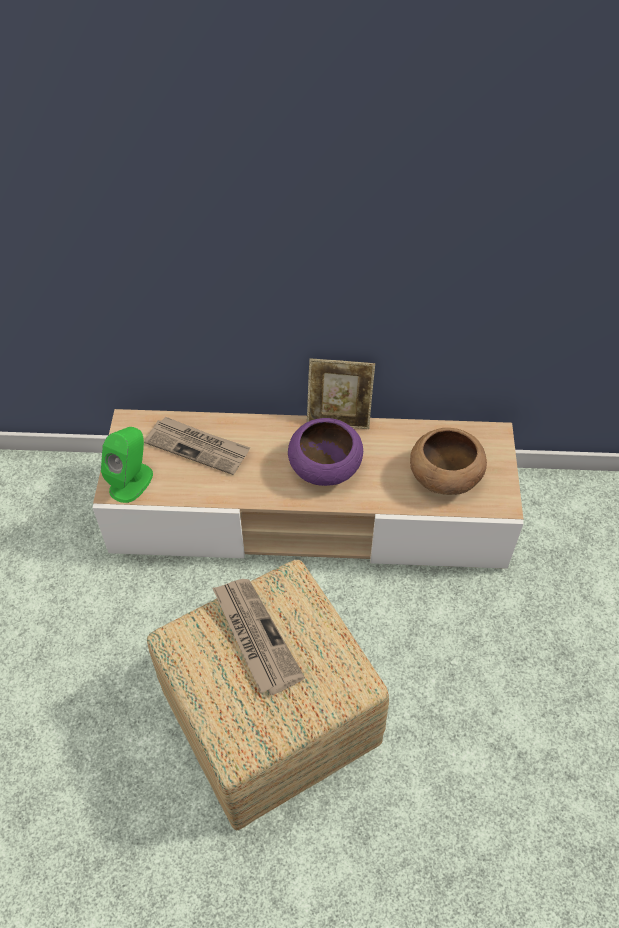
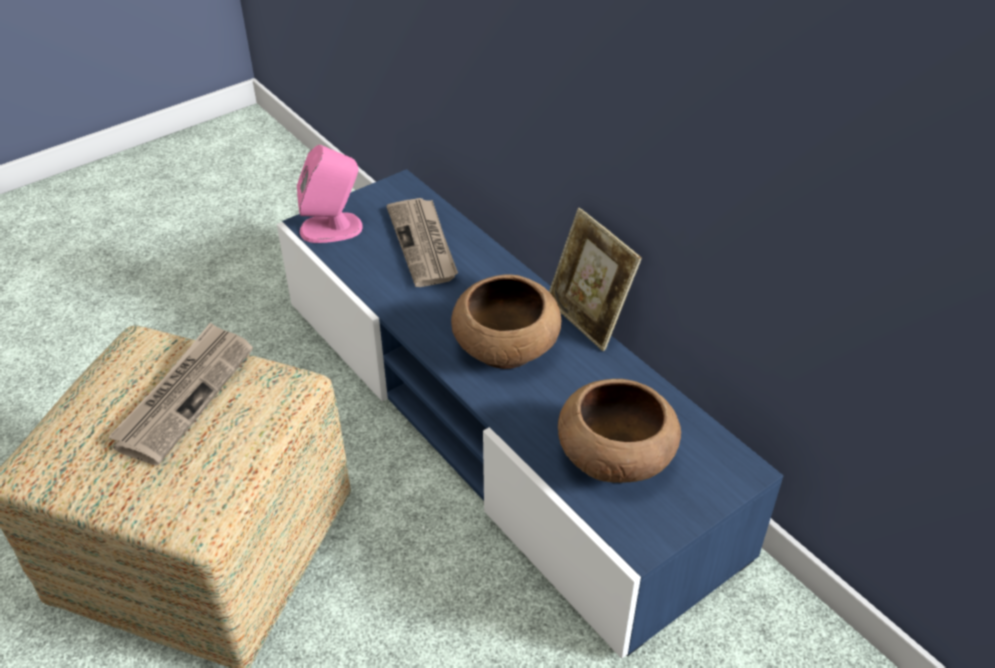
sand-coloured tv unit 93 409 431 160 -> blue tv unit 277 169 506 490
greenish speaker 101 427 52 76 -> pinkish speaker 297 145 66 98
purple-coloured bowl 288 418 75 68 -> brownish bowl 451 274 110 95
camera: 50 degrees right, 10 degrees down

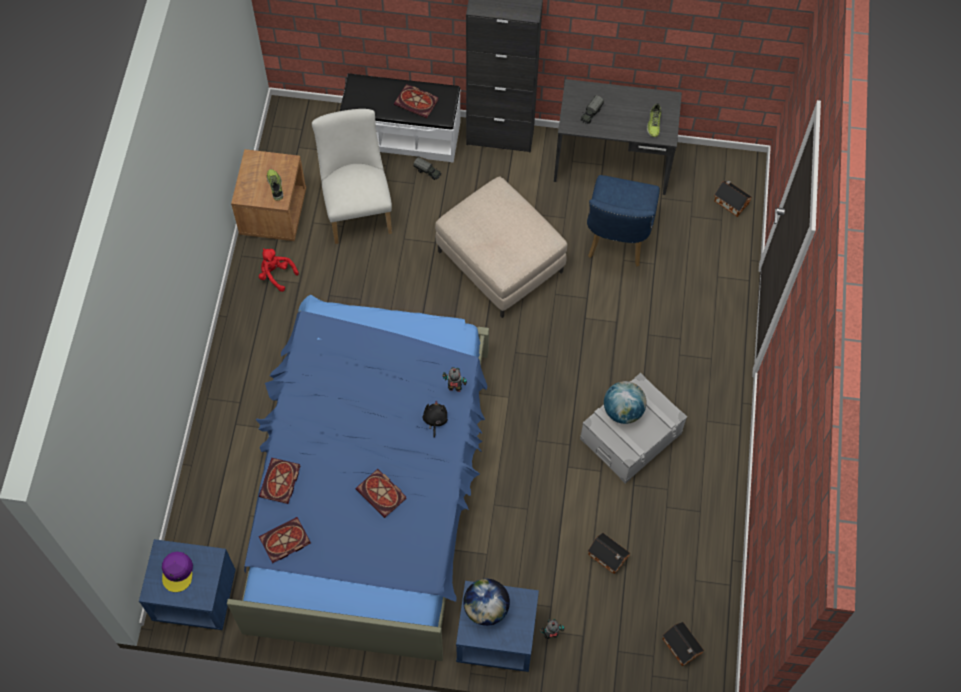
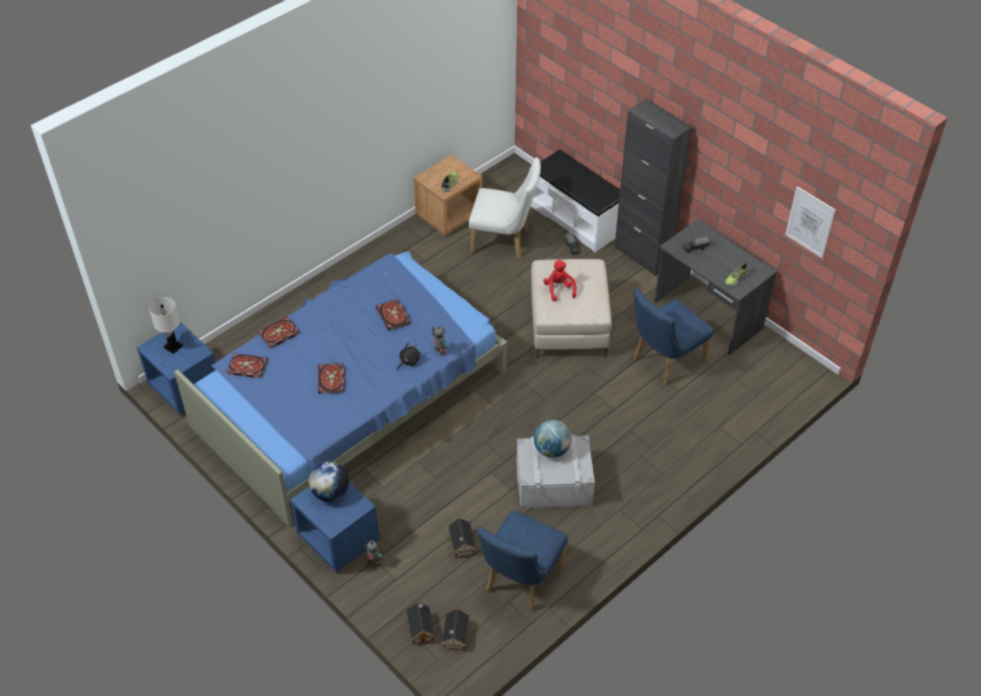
none -> blue plain chair 477 511 91 100
none -> picture 785 186 51 72
red-coloured cuddly toy 259 248 40 44 -> red-coloured cuddly toy 543 259 34 43, shifted
volume 394 84 45 34 -> volume 376 299 34 31, shifted
toy house 714 180 38 37 -> toy house 406 602 29 42, shifted
purple-coloured peaked cap 162 552 31 40 -> white-coloured table lamp 149 297 34 57
white-coloured plain chair 312 109 80 135 -> white-coloured plain chair 469 157 72 102, 75 degrees clockwise
camera: 40 degrees right, 15 degrees down

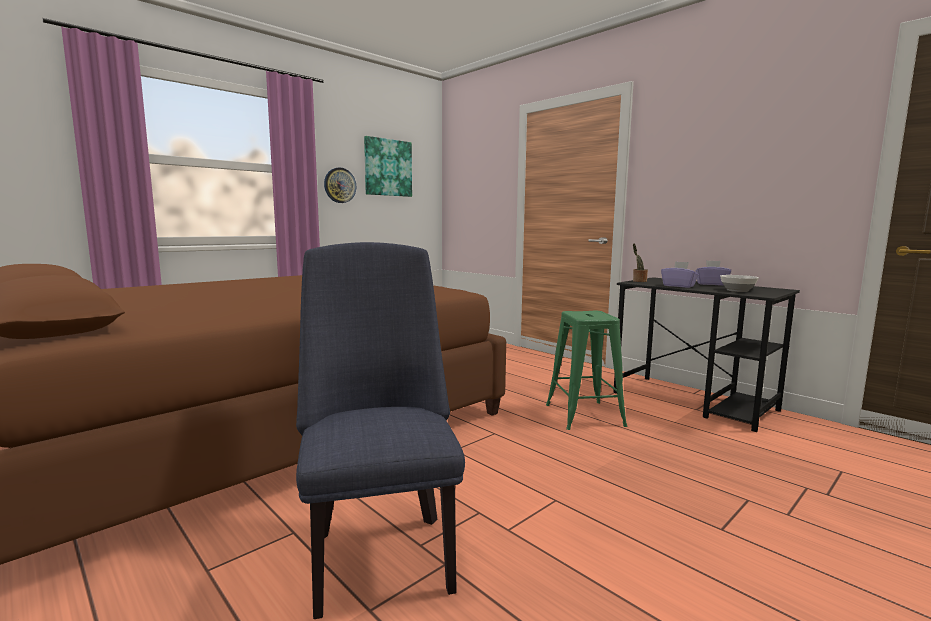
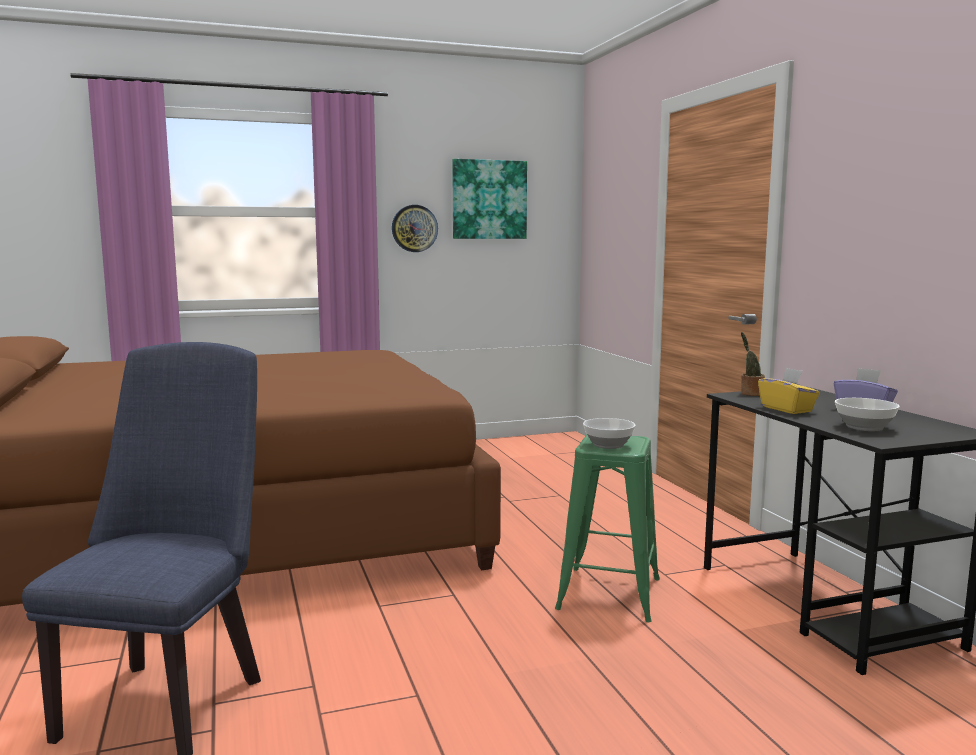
none -> bowl 583 418 53 31
purple-coloured tissue holder 661 261 38 27 -> yellow tissue holder 758 368 62 46
camera: 25 degrees right, 0 degrees up

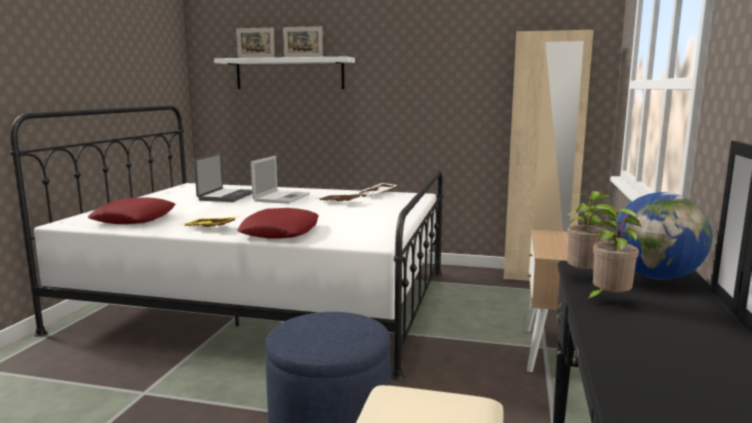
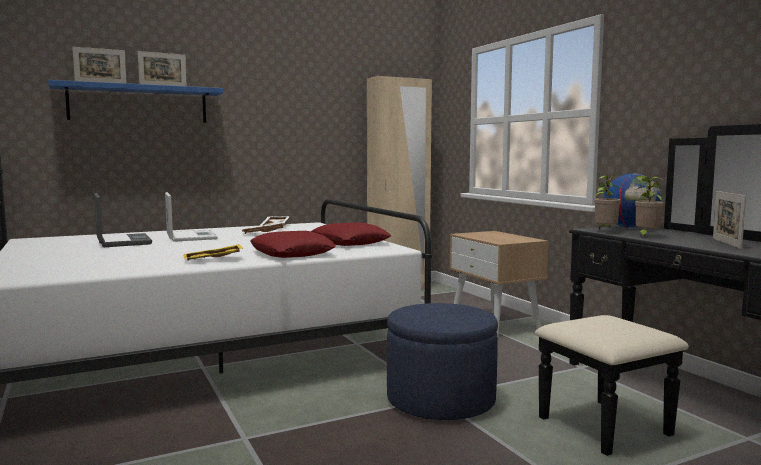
none -> standing frame 713 191 33 58
red-coloured pillow 87 197 88 27 -> red-coloured pillow 311 222 80 24, shifted
white-coloured shelf 214 57 141 32 -> blue shelf 48 80 175 43
camera: 40 degrees left, 5 degrees down

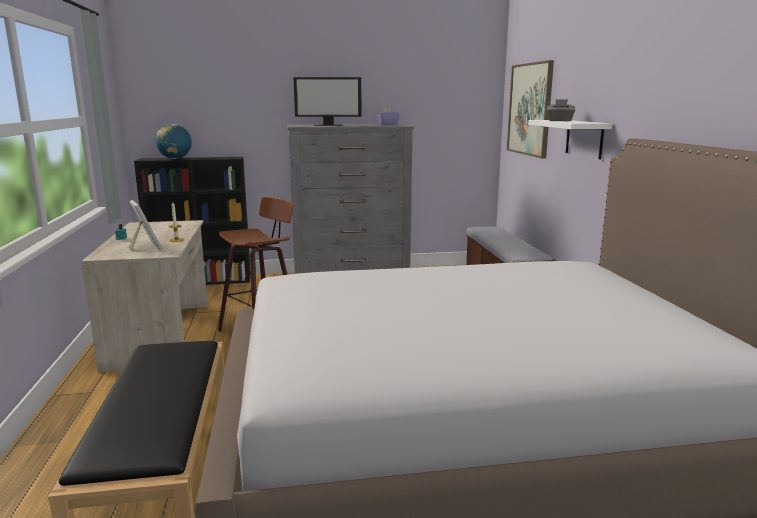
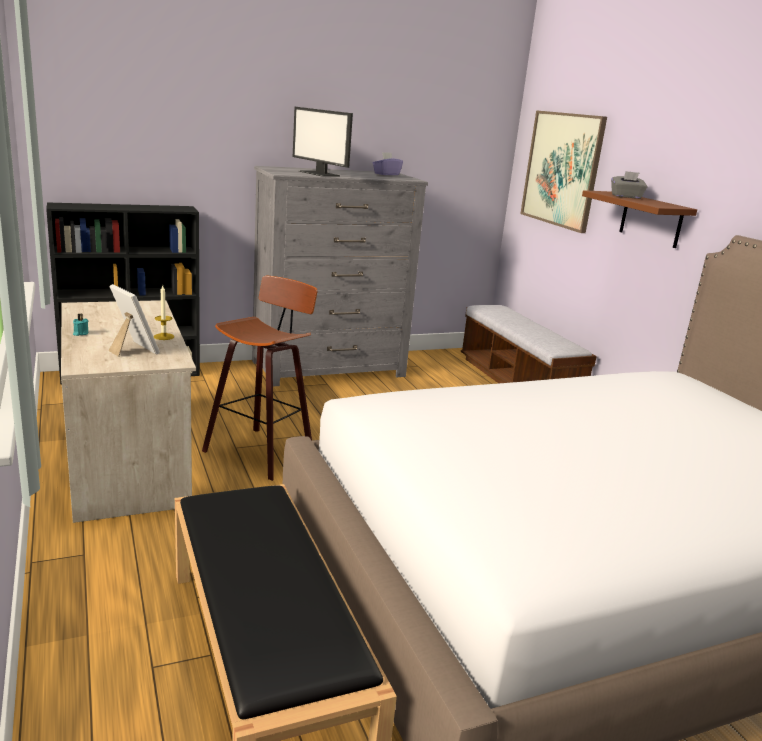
desk globe 155 124 37 35 -> none
white-coloured shelf 528 120 84 40 -> brownish shelf 582 190 115 58
computer display 293 77 69 49 -> computer display 293 107 60 70, 60 degrees clockwise
camera: 15 degrees left, 5 degrees up

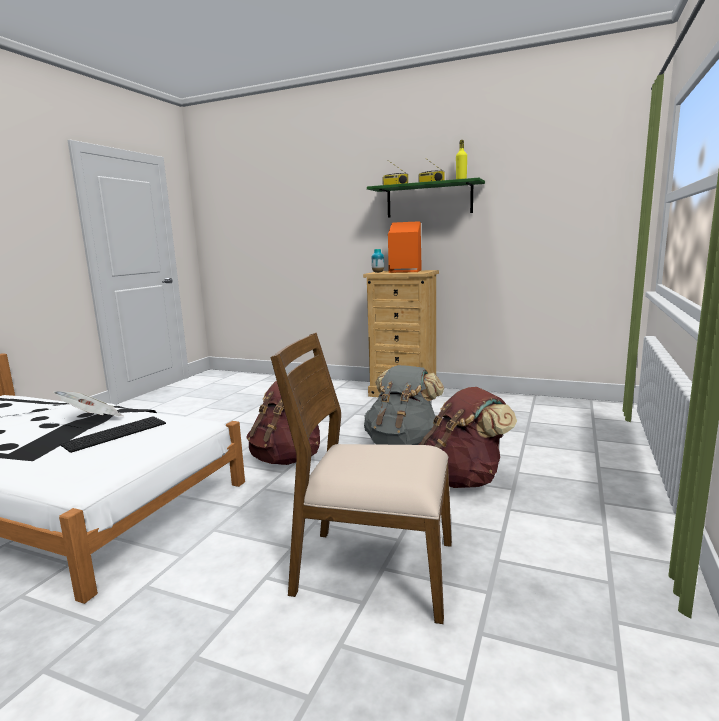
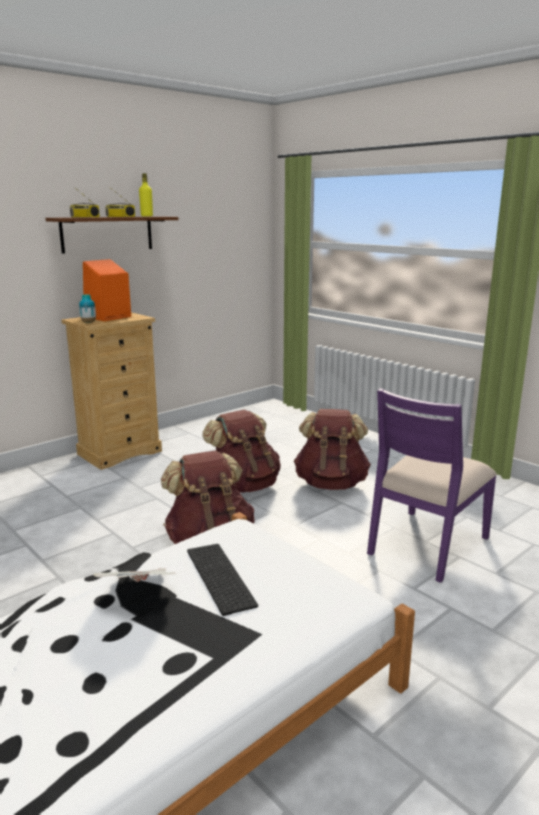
brownish plain chair 271 333 181 291 -> purple-coloured plain chair 367 388 130 195
greyish backpack 364 365 80 80 -> brownish backpack 202 410 79 83
greenish shelf 367 178 118 40 -> brownish shelf 46 216 132 38
camera: 65 degrees left, 5 degrees up

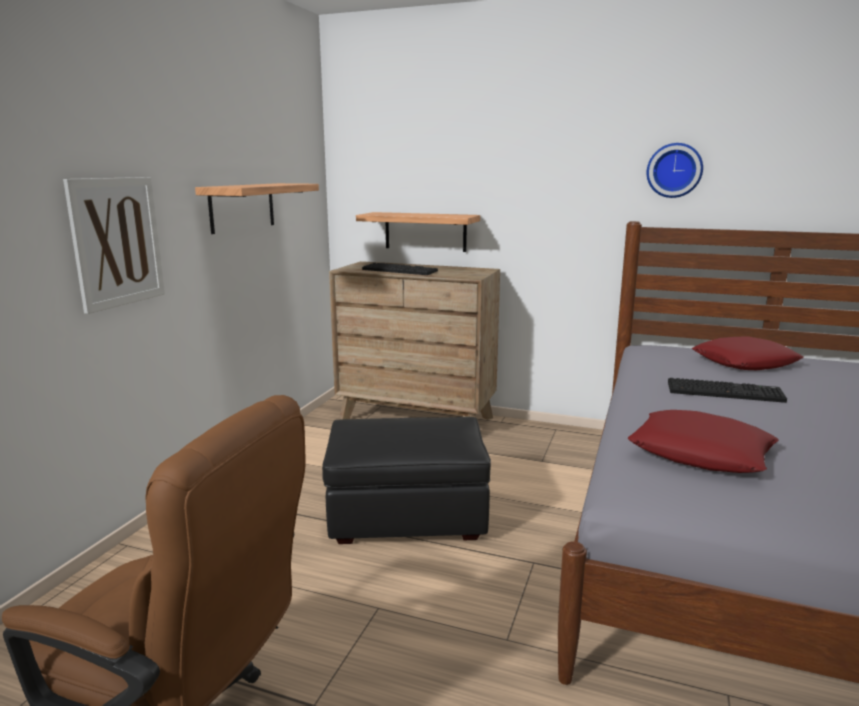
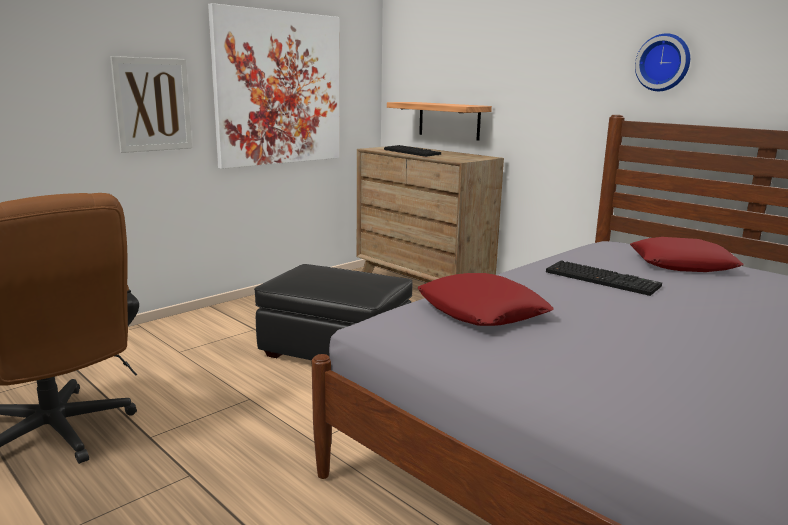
shelf 195 183 124 51 -> picture 208 3 132 166
camera: 25 degrees right, 0 degrees up

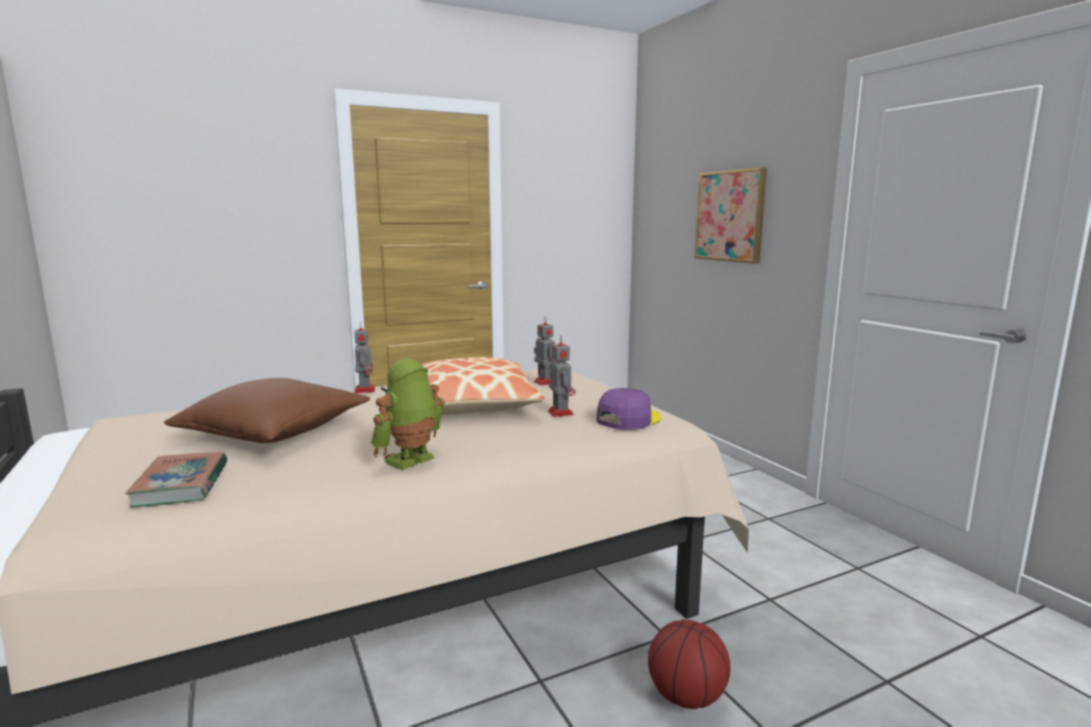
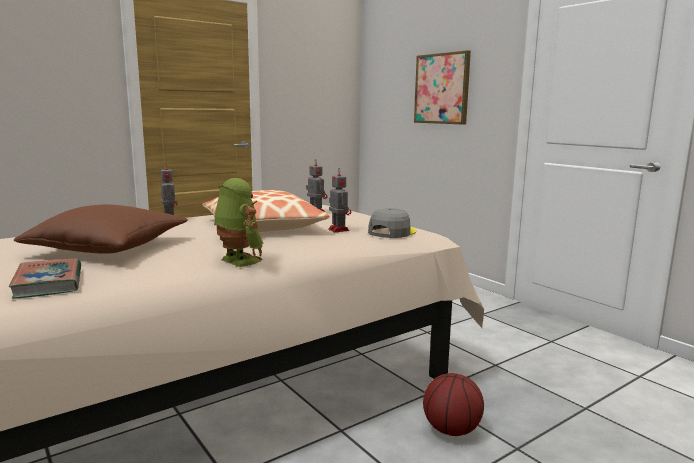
purple-coloured peaked cap 596 388 65 42 -> greyish peaked cap 368 208 48 30
toy robot 371 358 74 112 -> toy robot 214 178 49 89, 105 degrees clockwise
camera: 10 degrees left, 0 degrees up

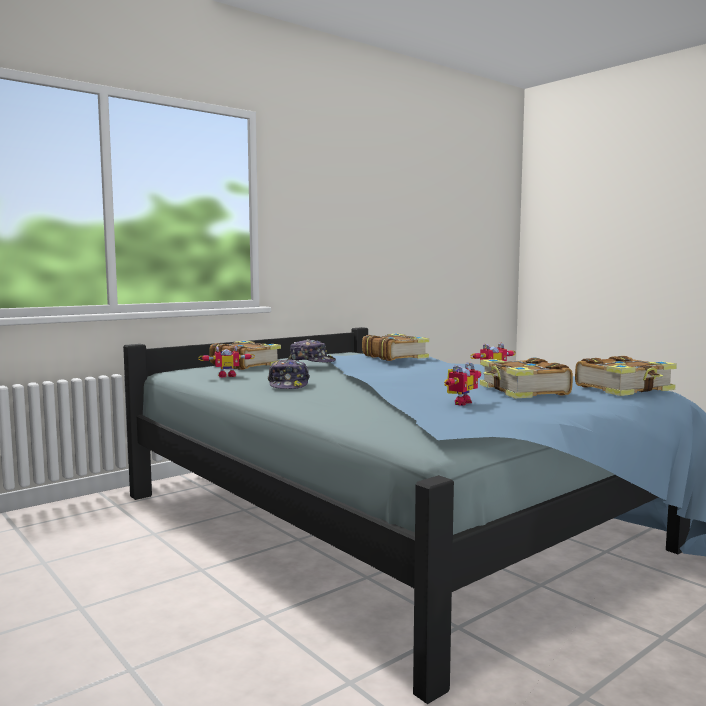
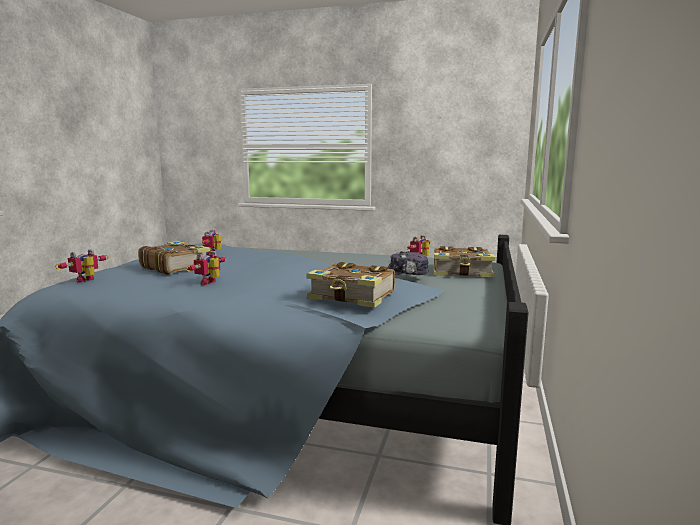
peaked cap 268 359 42 30 -> none
volume 575 356 102 40 -> toy robot 55 249 54 34
camera: 145 degrees right, 5 degrees up

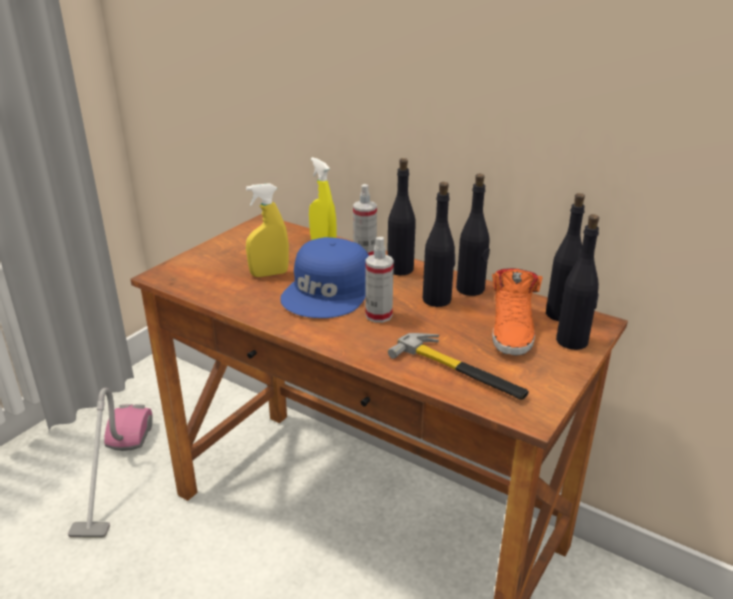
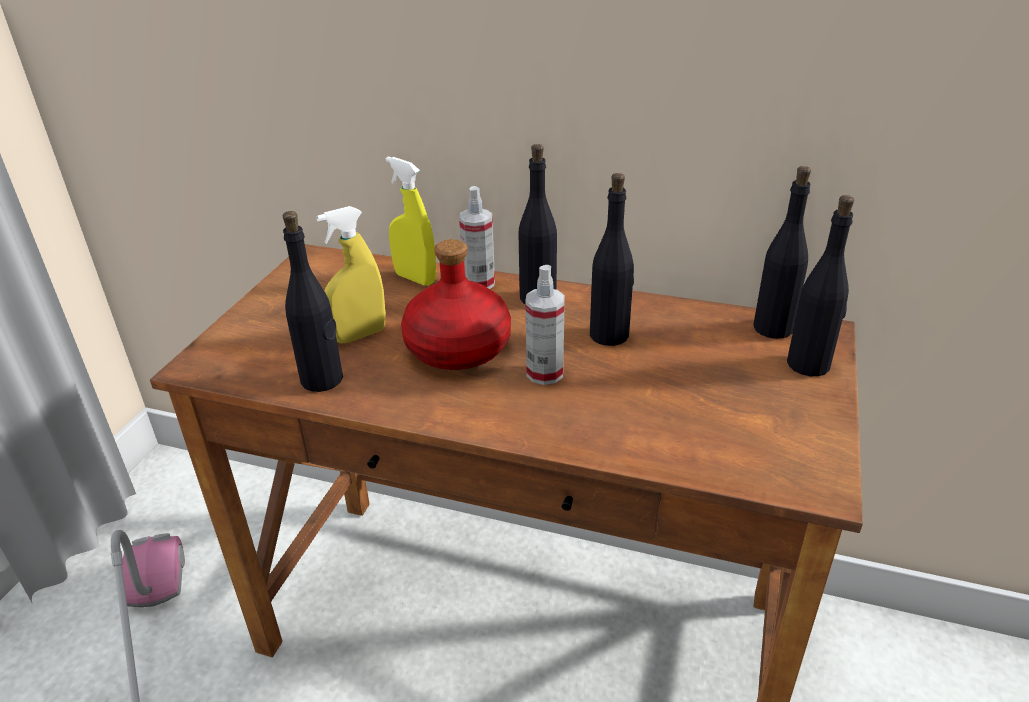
hand hammer 388 333 141 67 -> none
orange low shoe 492 268 51 88 -> none
black beverage bottle 456 174 34 122 -> black beverage bottle 283 211 60 181, shifted
blue peaked cap 280 237 89 81 -> red-coloured beverage bottle 401 239 110 131
camera: 15 degrees left, 5 degrees up

